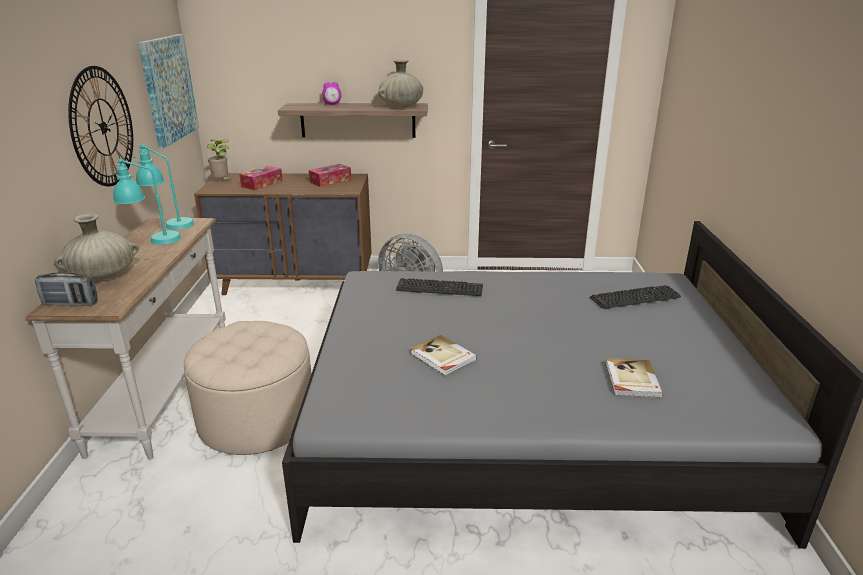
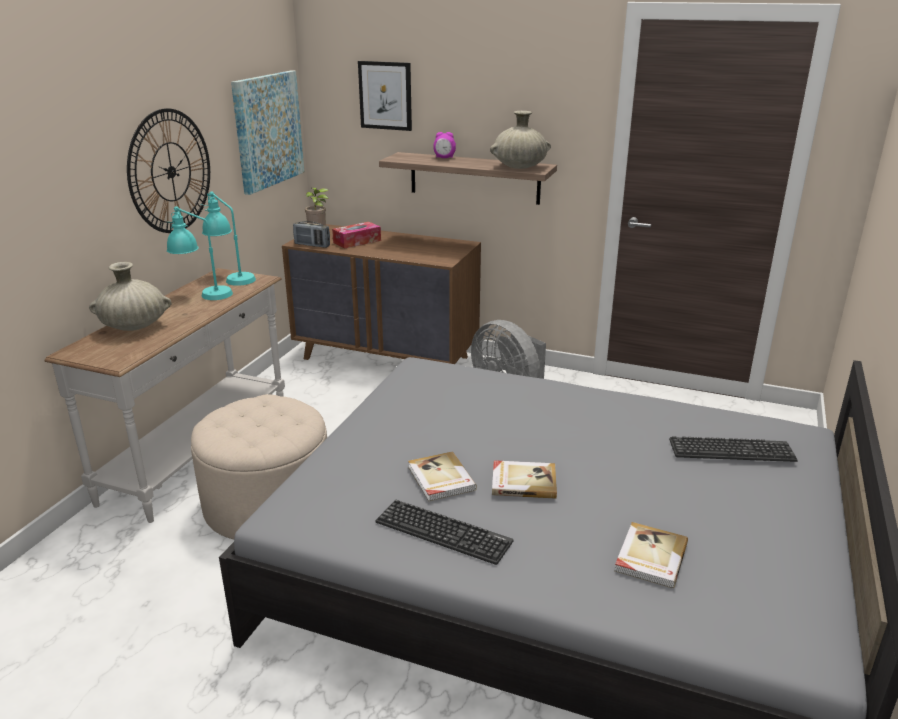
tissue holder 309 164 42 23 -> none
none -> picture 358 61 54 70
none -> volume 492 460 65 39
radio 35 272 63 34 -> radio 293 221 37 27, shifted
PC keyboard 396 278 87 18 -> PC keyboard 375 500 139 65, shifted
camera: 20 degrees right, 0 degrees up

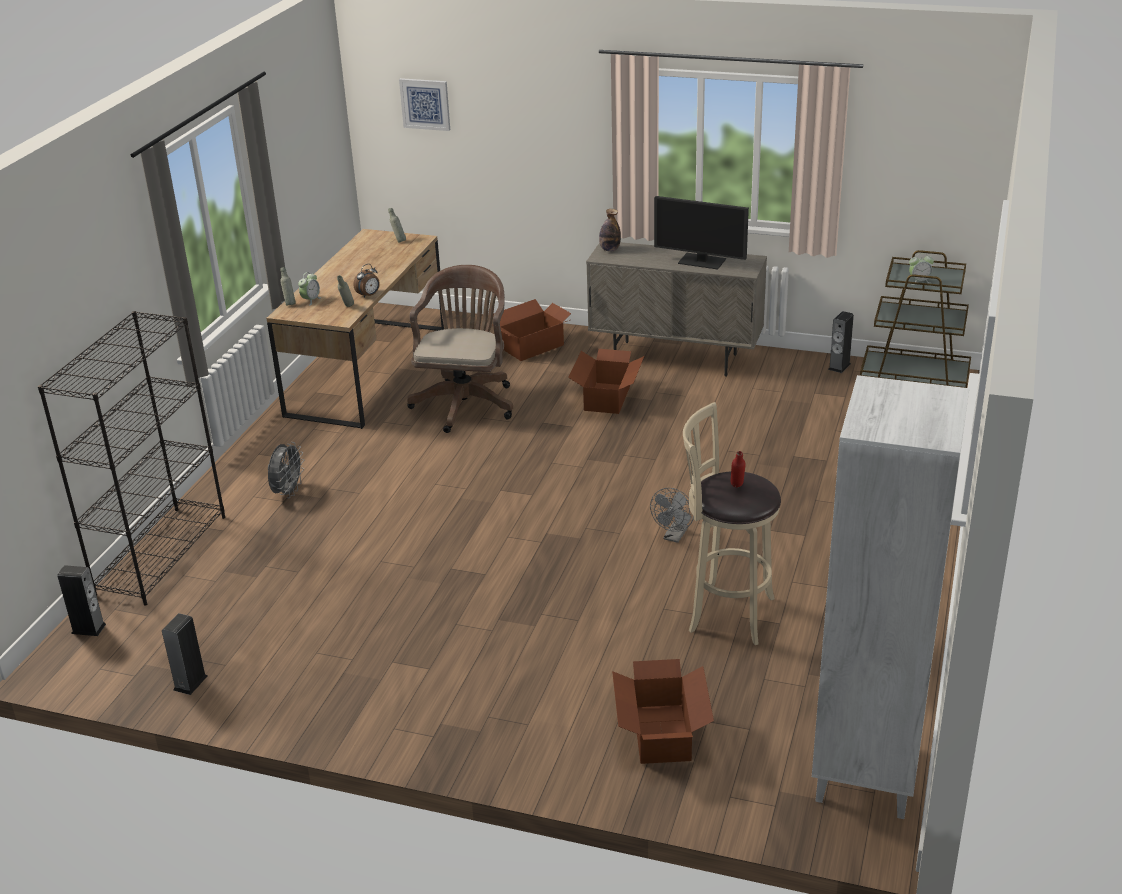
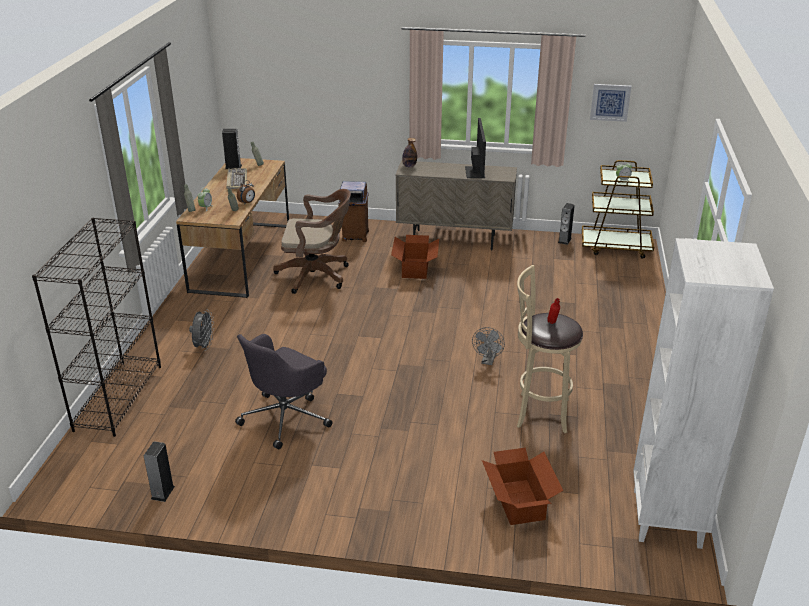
none -> PC keyboard 226 168 21 21
none -> greyish computer chair 235 334 97 115
speaker 57 565 49 71 -> speaker 222 129 20 40, shifted
picture 399 78 51 53 -> picture 590 84 42 38, shifted
packing box 493 299 78 62 -> brownish trash can 338 181 31 61
brownish computer chair 407 265 106 168 -> brownish computer chair 273 189 78 105, 90 degrees clockwise
computer display 654 196 95 74 -> computer display 465 118 21 60, 105 degrees counterclockwise
camera: 10 degrees left, 0 degrees up

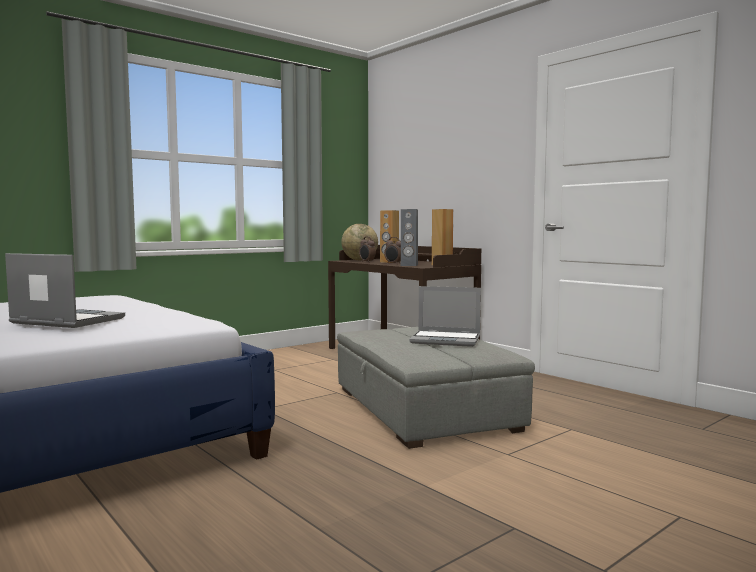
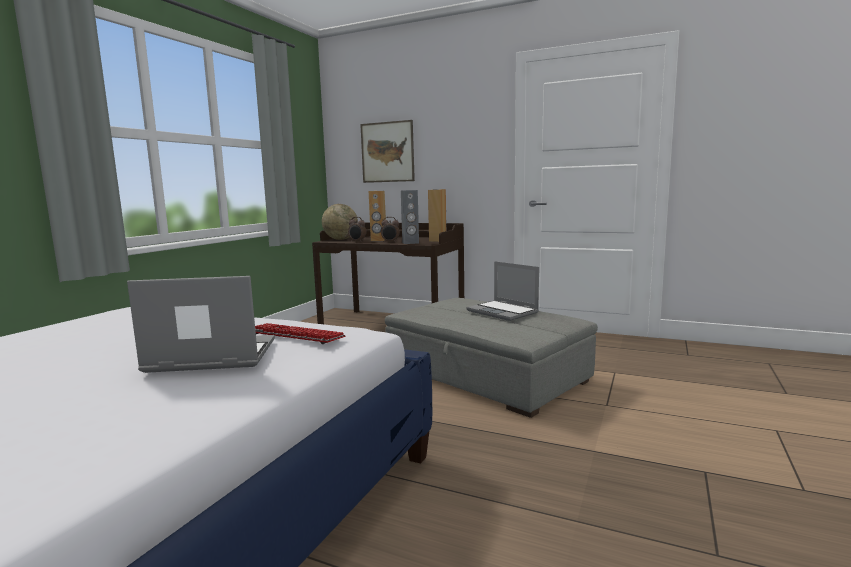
none -> PC keyboard 255 323 91 21
none -> picture 360 120 55 63
laptop 409 286 72 61 -> laptop 467 261 72 60, 60 degrees clockwise
camera: 25 degrees left, 5 degrees up

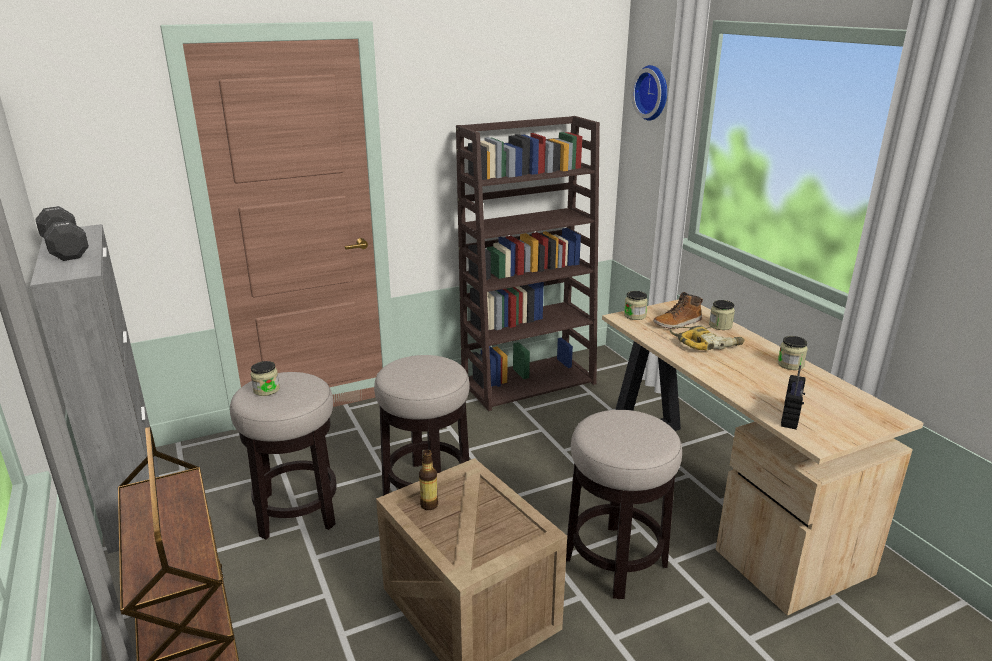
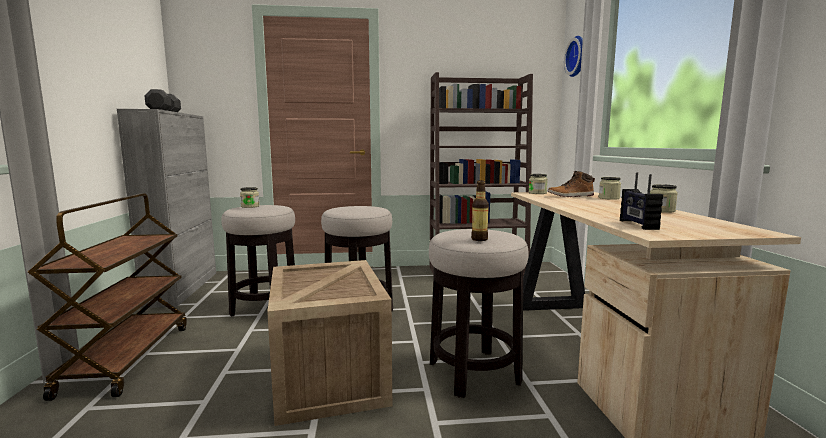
power drill 670 326 75 25 -> none
beverage bottle 419 450 19 60 -> beverage bottle 471 180 18 61, shifted
radio 781 365 25 64 -> radio 620 172 43 58, 135 degrees clockwise
camera: 20 degrees right, 15 degrees down

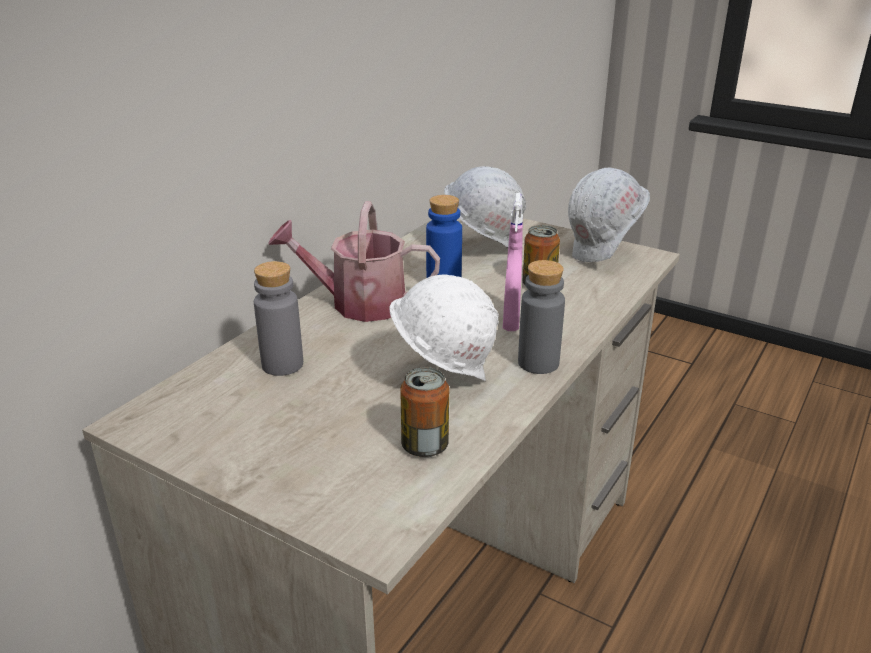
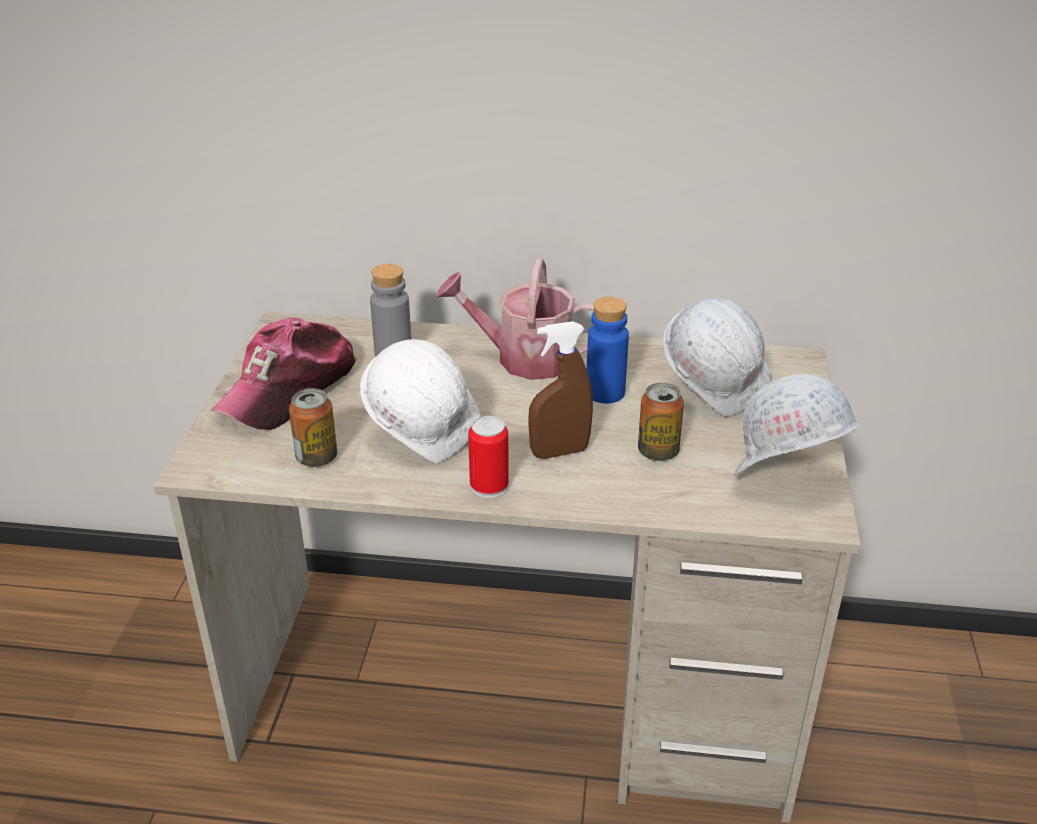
none -> peaked cap 212 318 144 112
greyish beverage bottle 518 260 47 114 -> can 468 416 41 83
pinkish spray bottle 503 193 20 138 -> brownish spray bottle 528 321 65 138
watering can 268 201 172 121 -> watering can 436 257 158 123, 60 degrees counterclockwise
camera: 65 degrees right, 5 degrees up

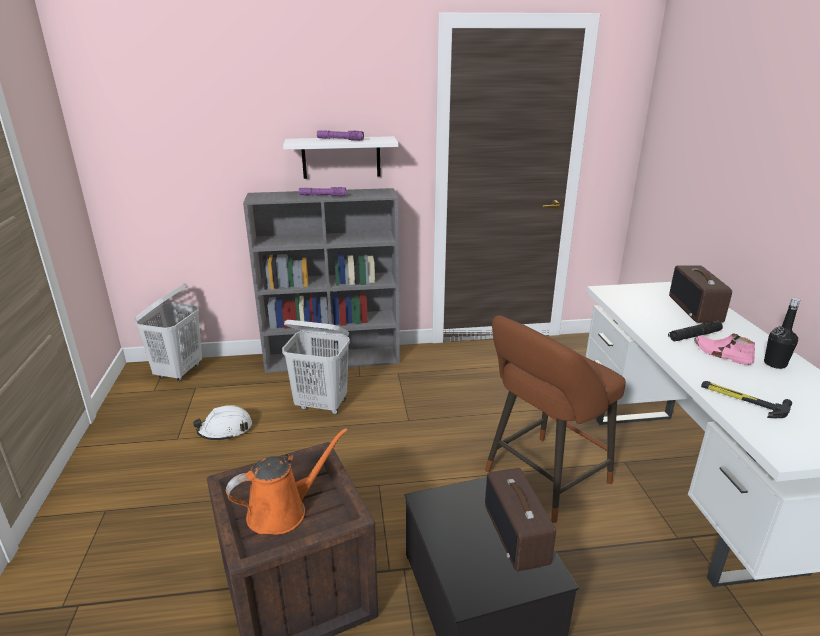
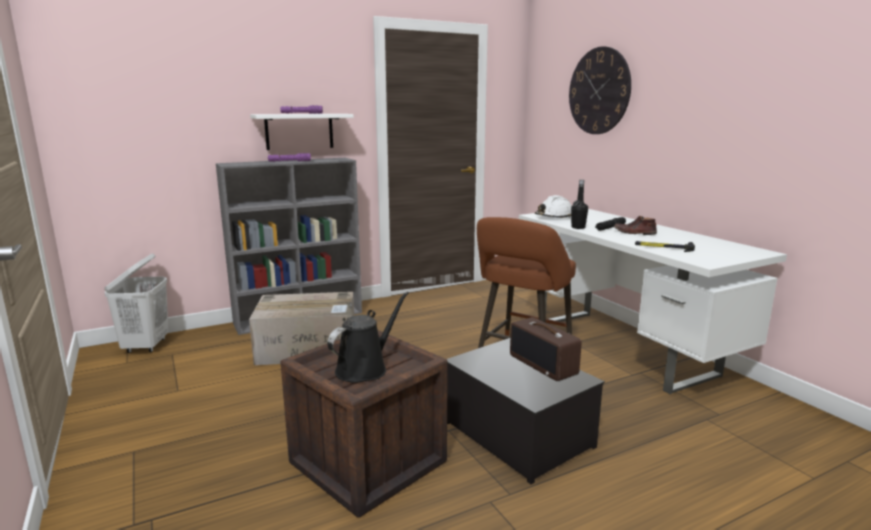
radio 669 265 63 58 -> none
none -> hanging clock 569 46 62 88
white-coloured hard hat 193 405 59 35 -> white-coloured hard hat 535 195 37 23, shifted
black beverage bottle 764 298 36 71 -> black beverage bottle 571 180 17 49, shifted
white-coloured laundry basket 282 320 68 94 -> packing box 249 292 105 73
orange watering can 226 428 122 107 -> black watering can 327 291 82 92
pinkish low shoe 694 333 61 32 -> brownish low shoe 614 216 43 19
camera: 20 degrees left, 10 degrees down

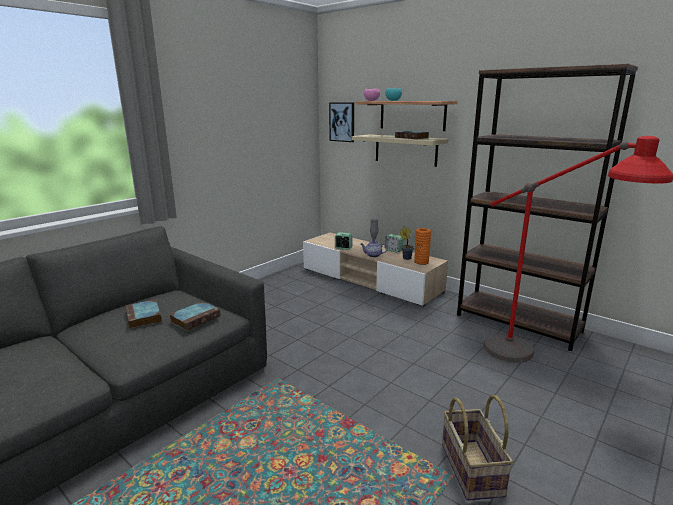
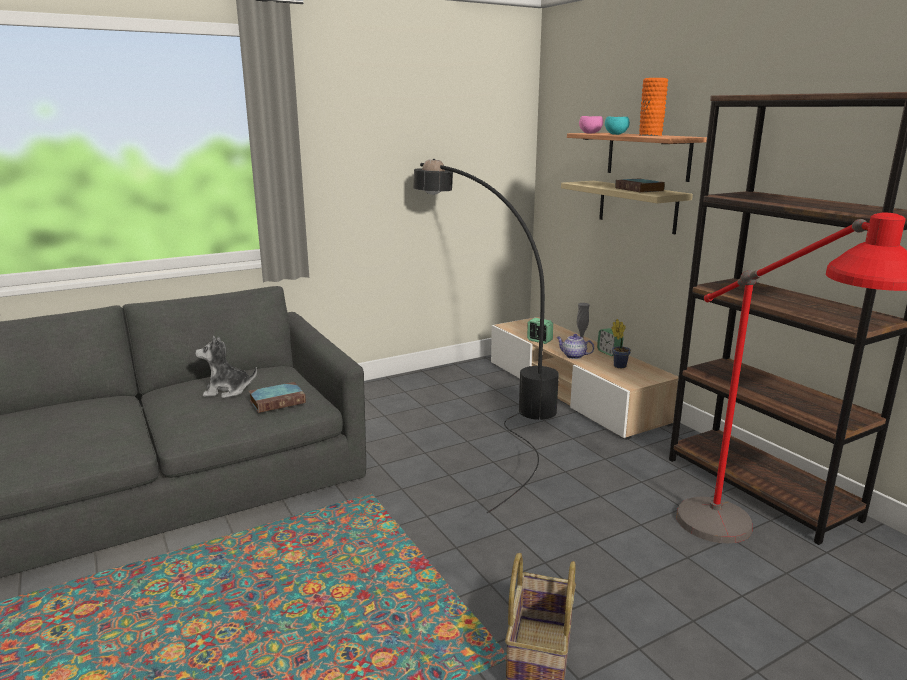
picture 329 103 25 39 -> none
none -> black standing lamp 413 159 146 354
orange vase 414 228 17 37 -> orange vase 639 78 29 58, shifted
volume 125 300 37 29 -> cuddly toy 195 336 62 62
camera: 20 degrees right, 0 degrees up

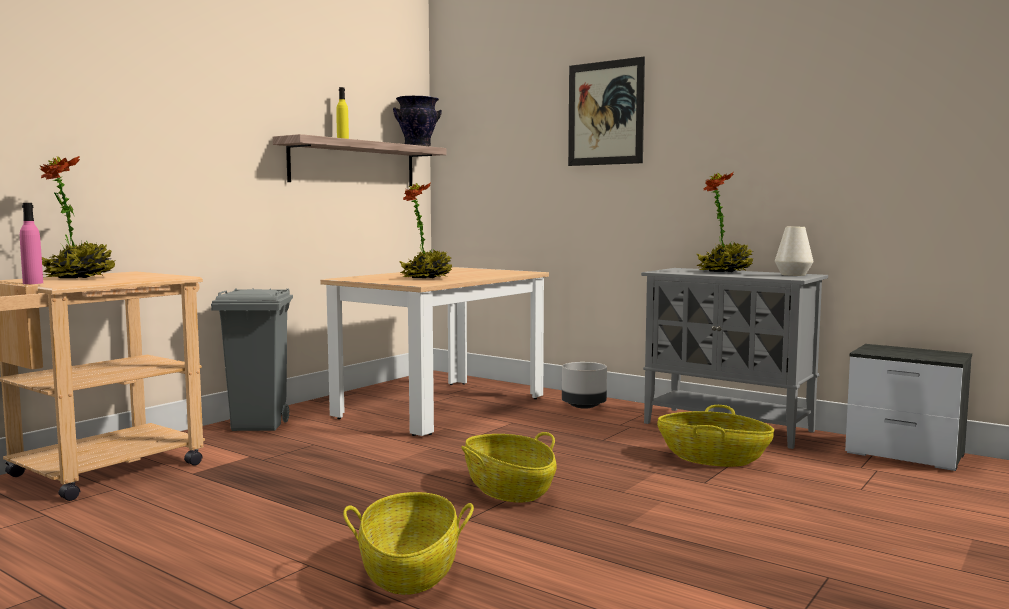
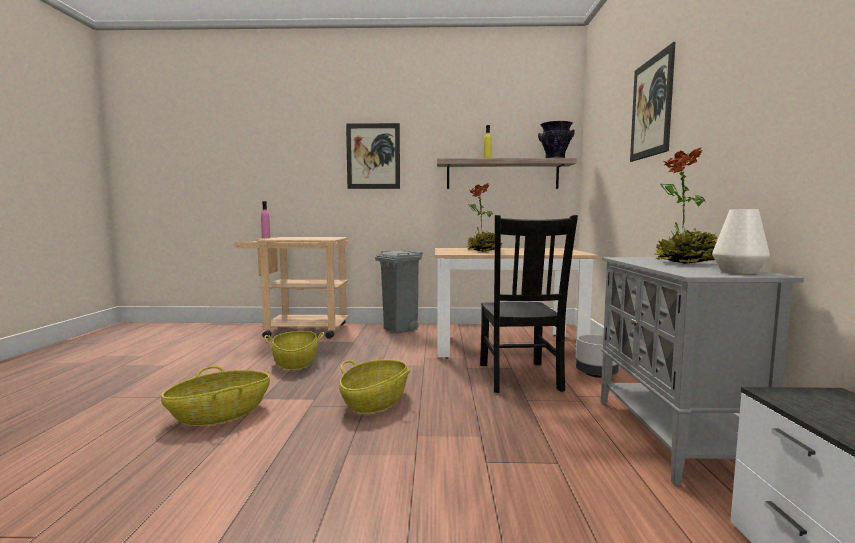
plant in a pot 39 156 76 122 -> none
none -> picture 346 123 54 66
none -> black plain chair 480 215 98 178
household basket 657 405 117 62 -> household basket 264 331 60 39, shifted
camera: 55 degrees right, 0 degrees up

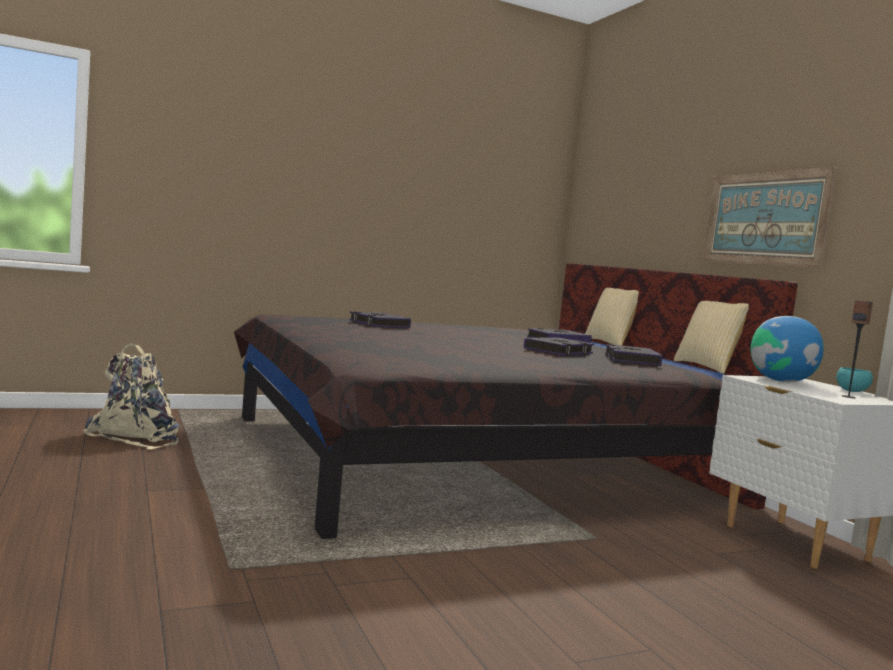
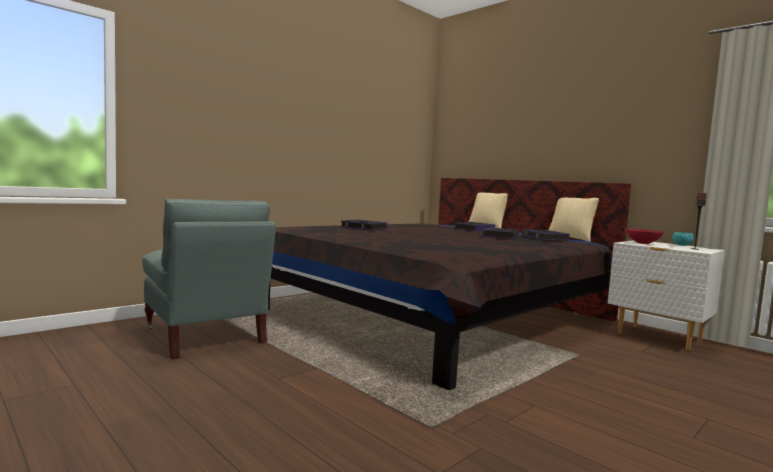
picture 703 167 135 101 -> none
sand-coloured backpack 83 343 97 107 -> greyish easy chair 142 199 134 160
desk globe 751 316 73 66 -> red-coloured bowl 625 229 39 15
camera: 20 degrees left, 0 degrees up

